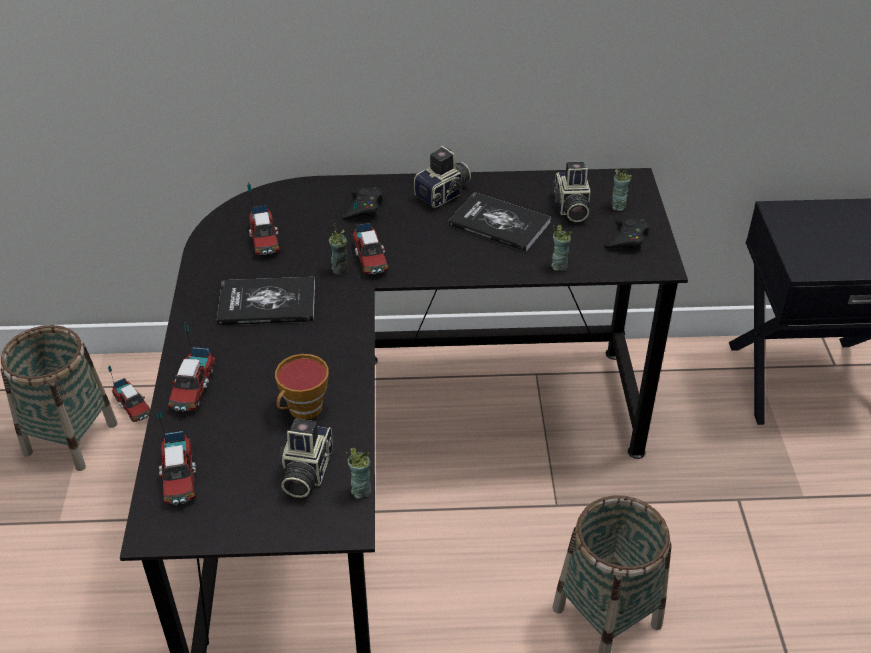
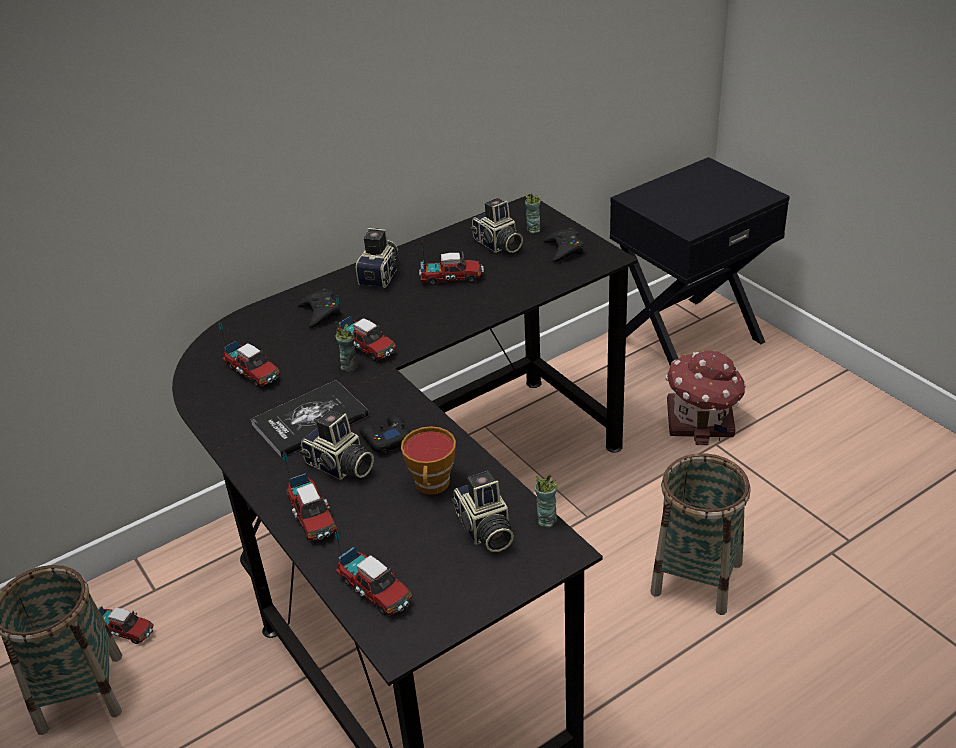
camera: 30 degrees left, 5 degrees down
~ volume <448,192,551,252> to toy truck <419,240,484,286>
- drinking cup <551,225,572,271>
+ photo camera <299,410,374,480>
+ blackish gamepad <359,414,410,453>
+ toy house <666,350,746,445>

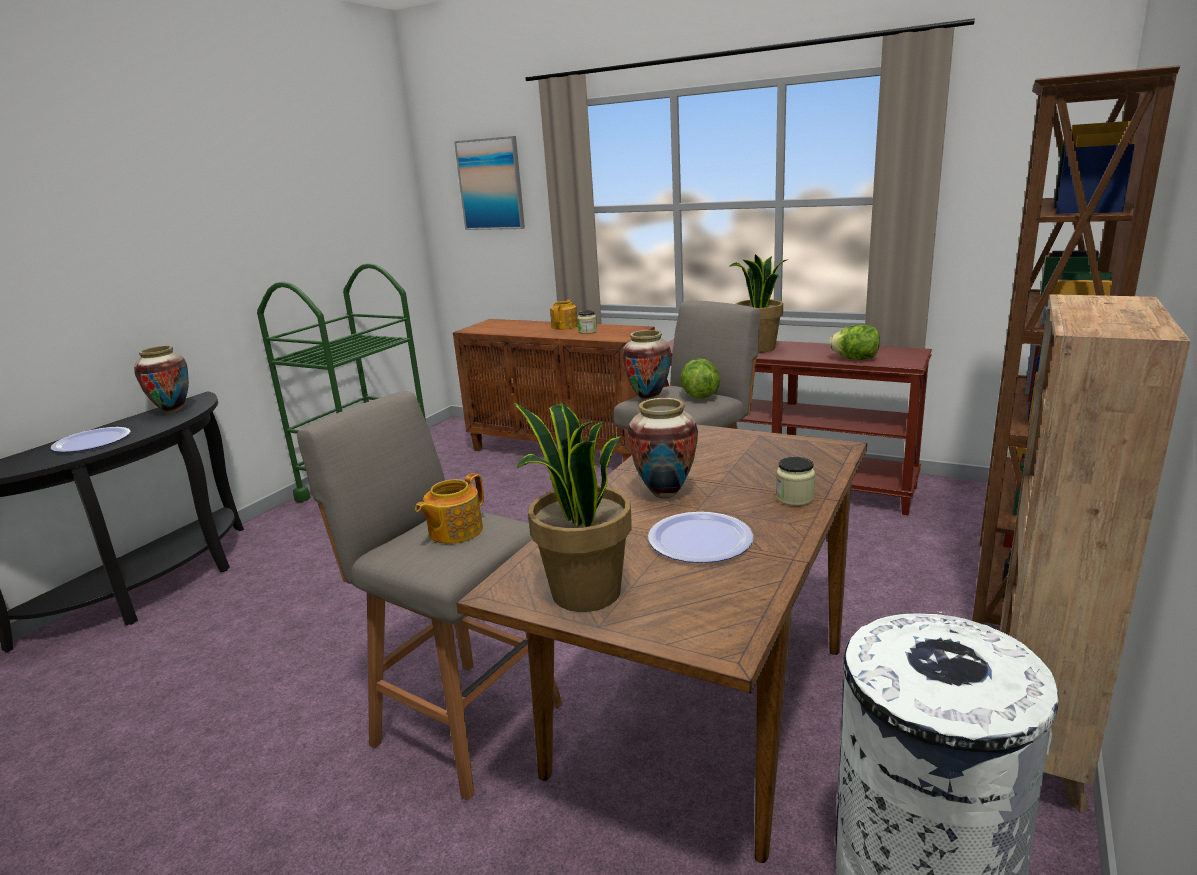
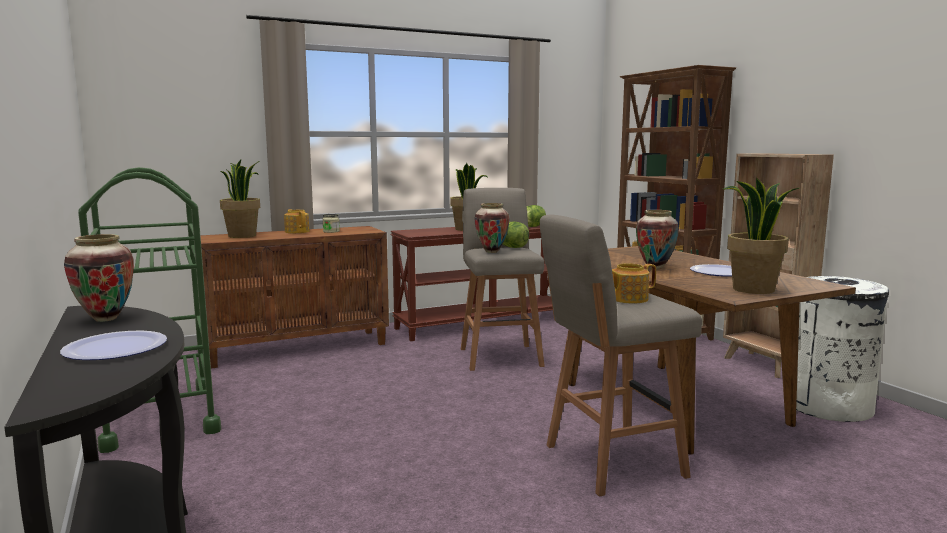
camera: 55 degrees left, 10 degrees down
~ teapot <415,473,484,544> = <612,263,656,304> 90 degrees clockwise
- wall art <454,136,525,230>
- preserve jar <776,457,815,506>
+ houseplant <220,160,260,238>

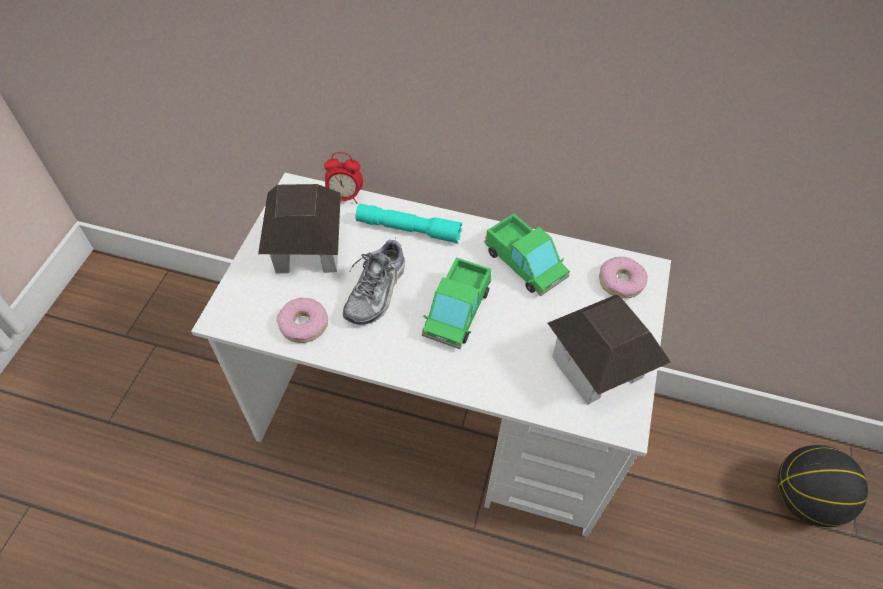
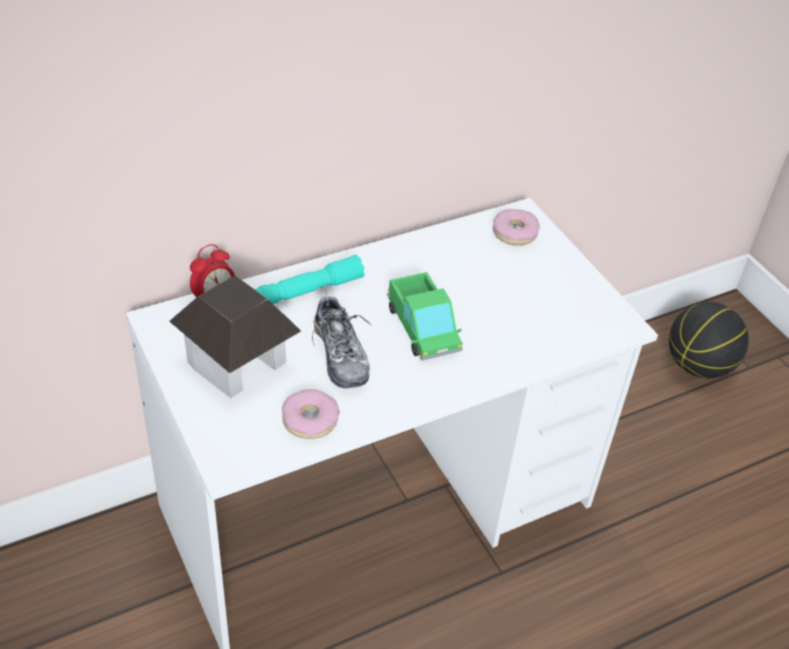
camera: 45 degrees left, 10 degrees down
- toy truck <484,214,570,296>
- toy house <548,294,671,405>

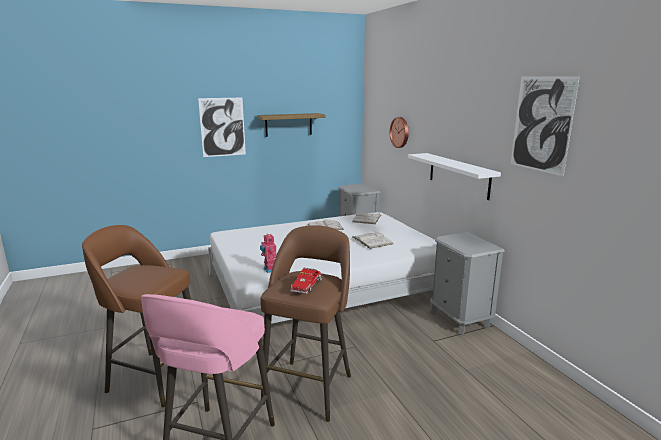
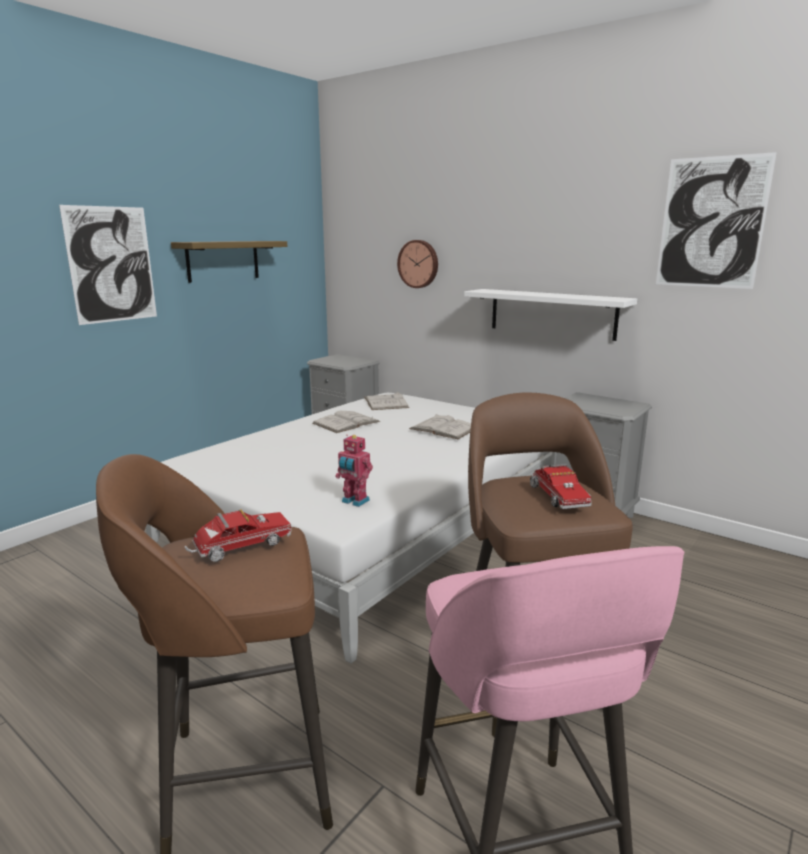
camera: 30 degrees left, 0 degrees up
+ toy truck <184,509,292,562>

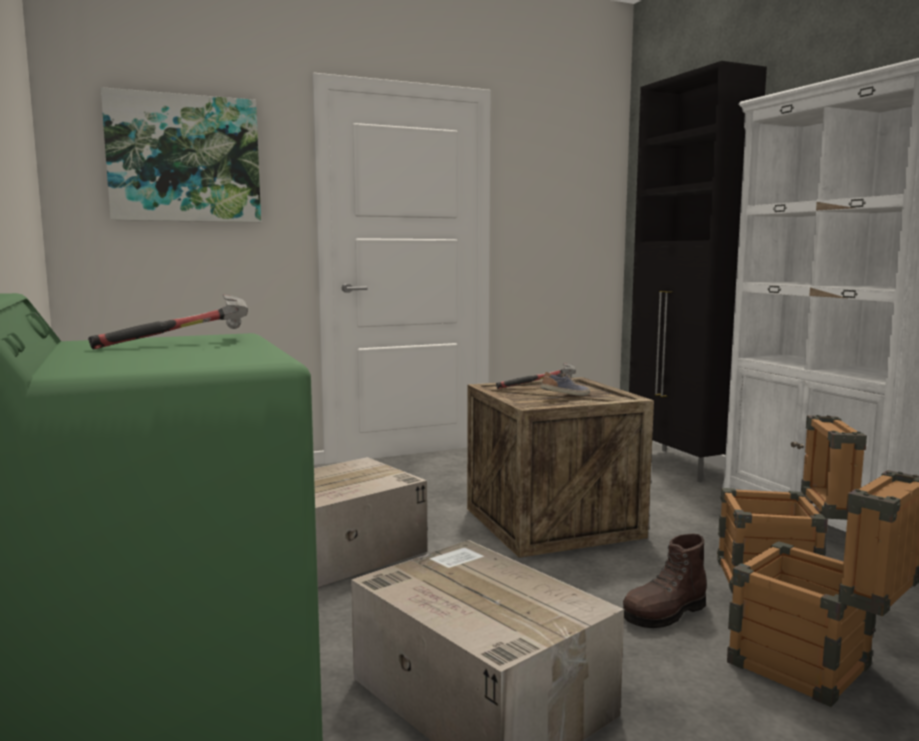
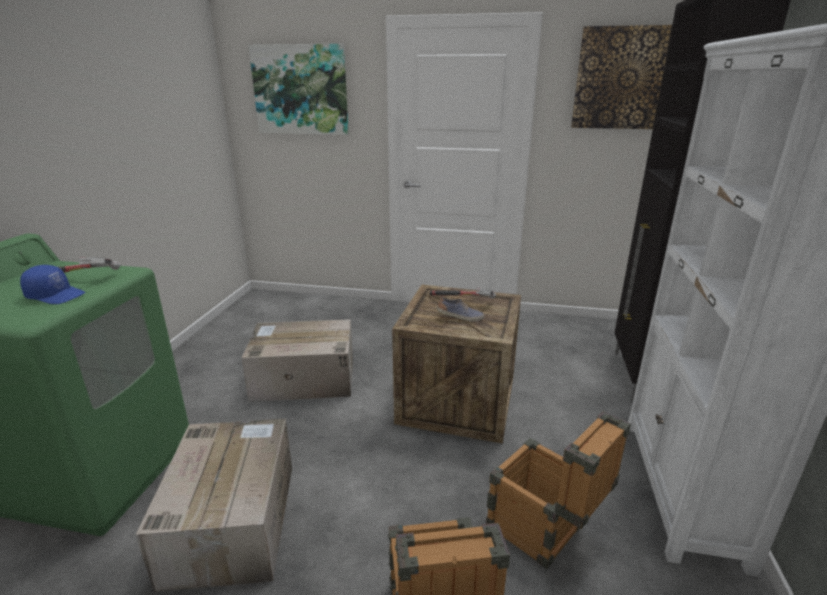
camera: 35 degrees right, 15 degrees up
- brownish high-top boot <623,534,707,628>
+ bluish baseball cap <20,265,85,304>
+ wall art <571,25,672,129>

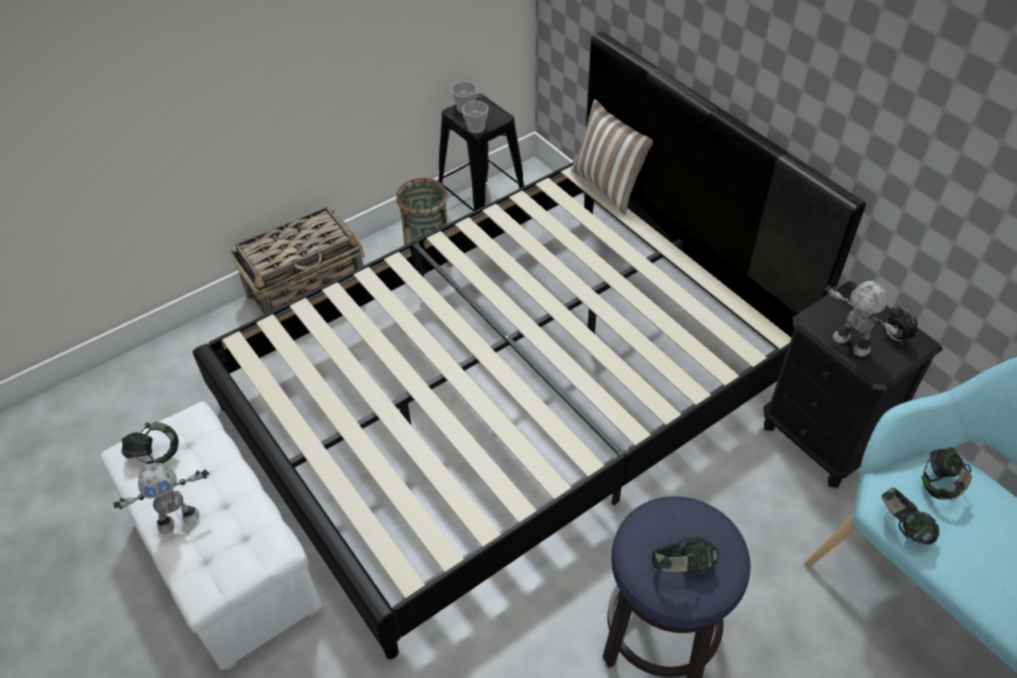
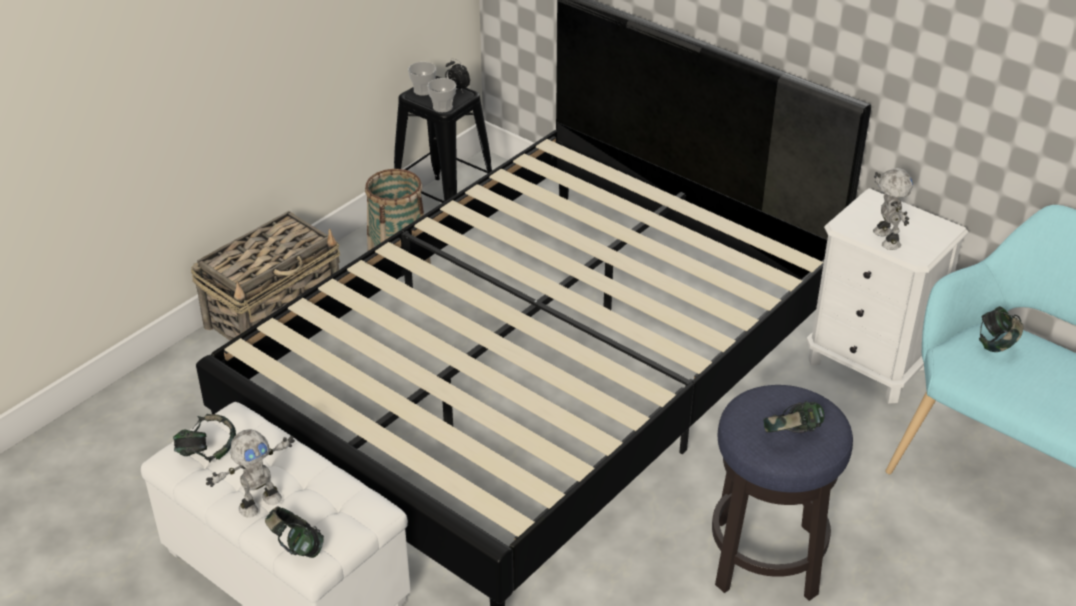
camera: 15 degrees left, 10 degrees down
- throw pillow <571,99,653,215>
~ blackish nightstand <764,281,943,488> to white nightstand <806,188,968,403>
~ robot figure <825,281,903,356> = <873,168,913,250> 45 degrees clockwise
~ headphones <882,488,940,544> to <265,506,324,558>
~ bedside clock <884,306,918,344> to <445,58,470,92>

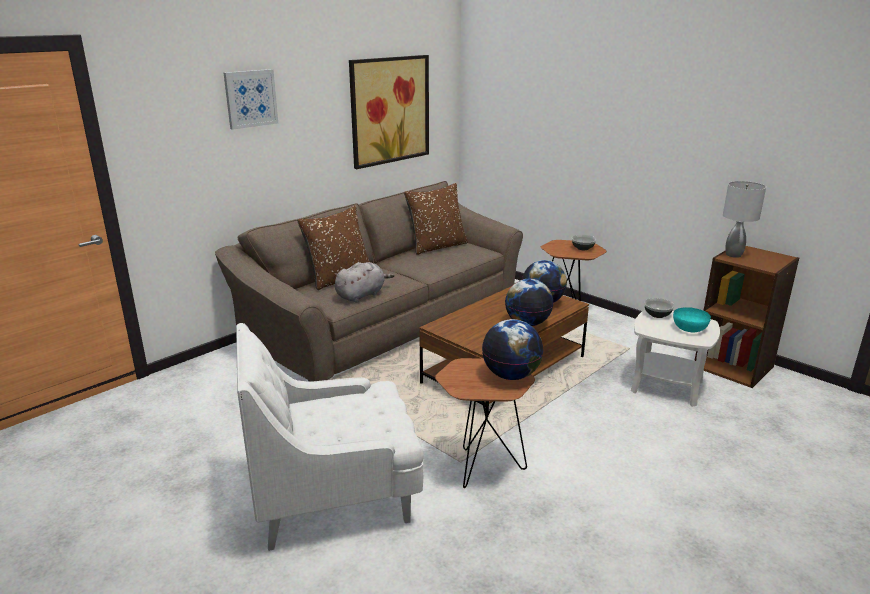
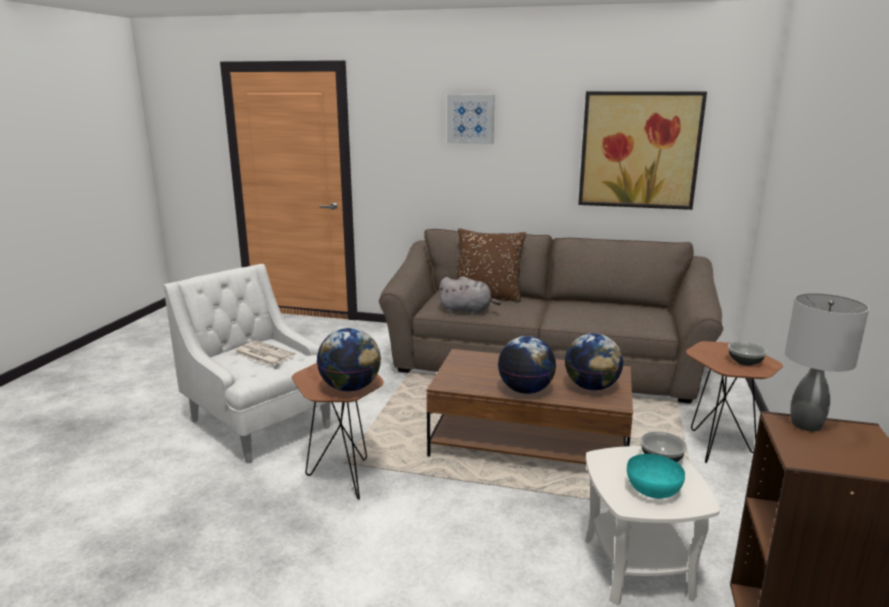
camera: 60 degrees right, 5 degrees down
- brownish throw pillow <404,183,468,255>
+ newspaper <234,341,296,366>

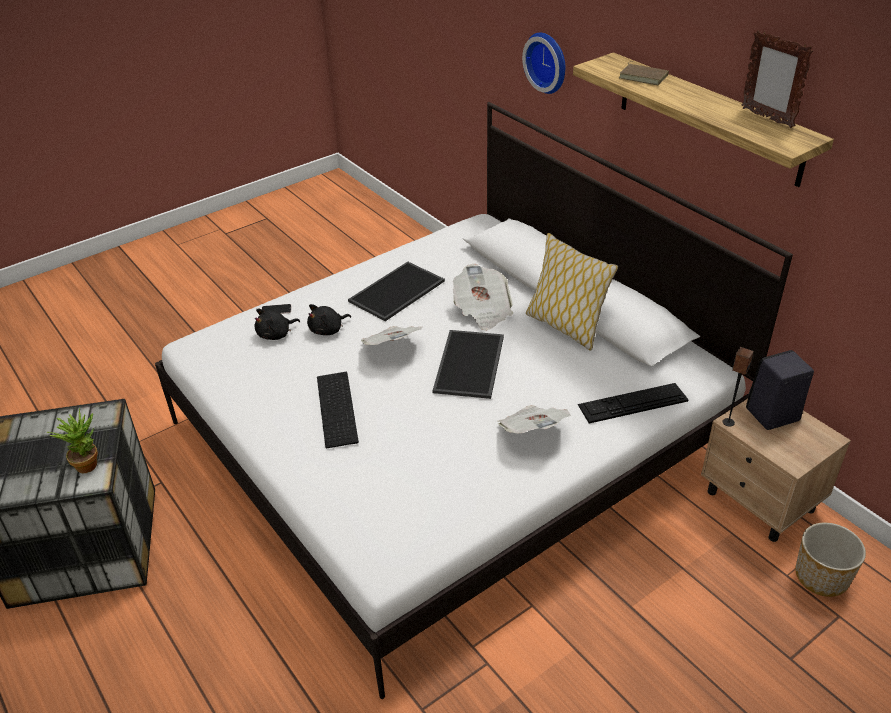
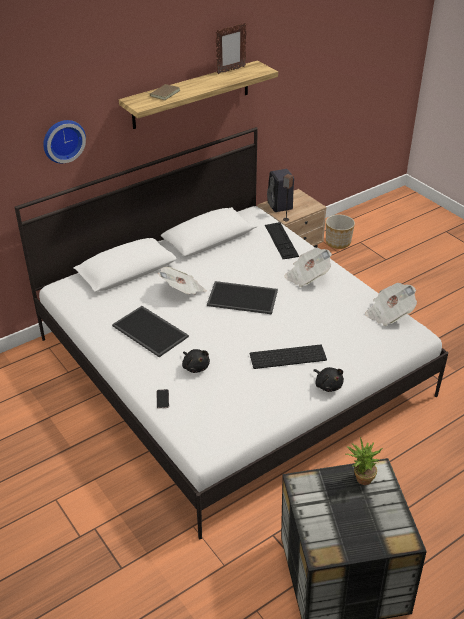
camera: 90 degrees left, 0 degrees up
~ blackish plush toy <255,309,300,340> to <313,367,344,392>
~ newspaper <361,326,422,345> to <365,283,417,326>
- throw pillow <526,233,618,351>

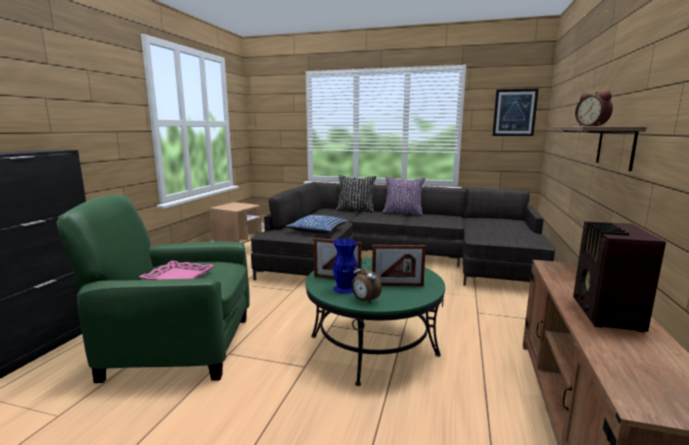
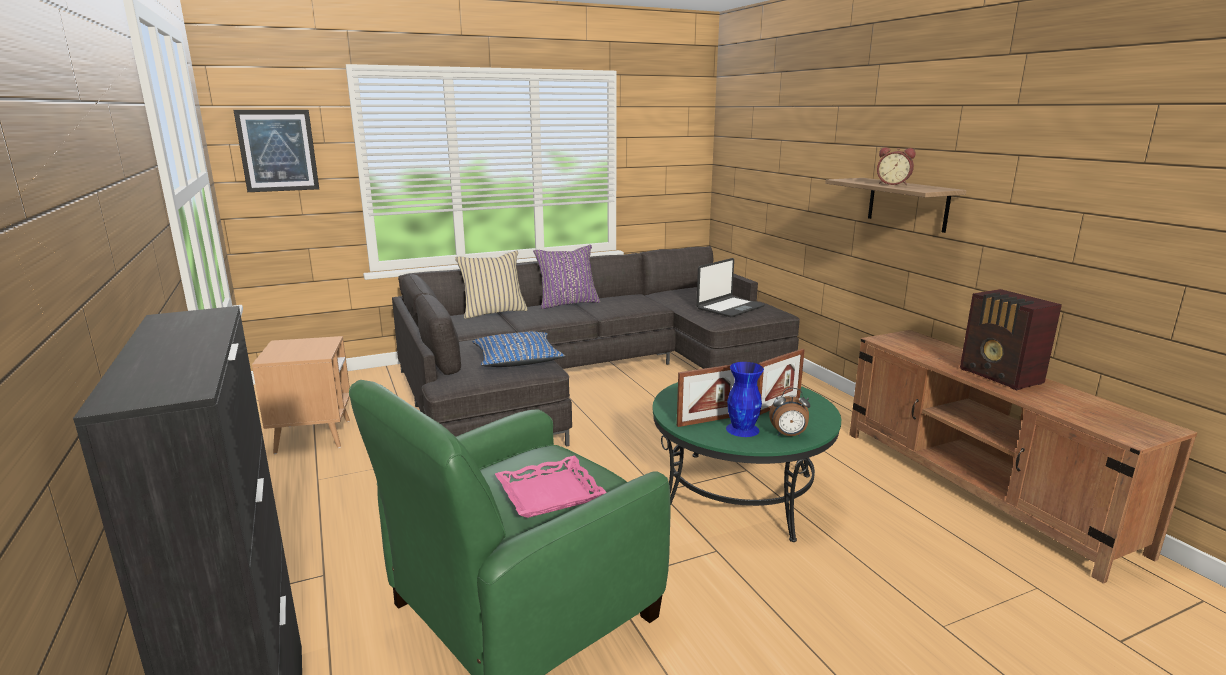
camera: 40 degrees left, 5 degrees up
~ blackish throw pillow <336,175,376,213> to beige throw pillow <455,251,528,319>
~ wall art <492,88,539,136> to <234,110,319,192>
+ laptop <696,258,765,317>

